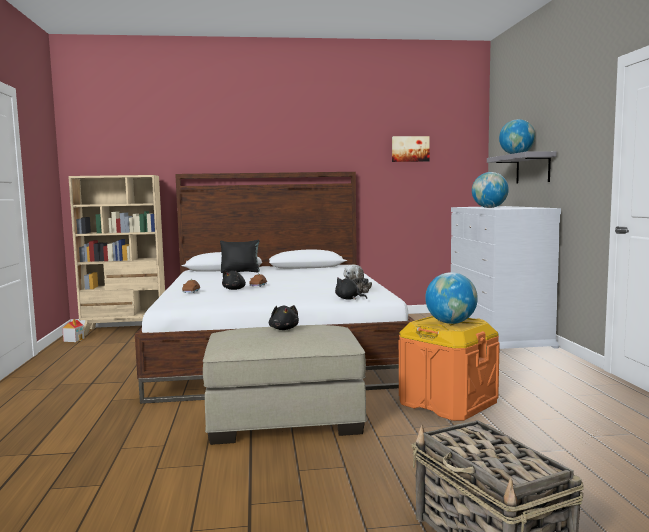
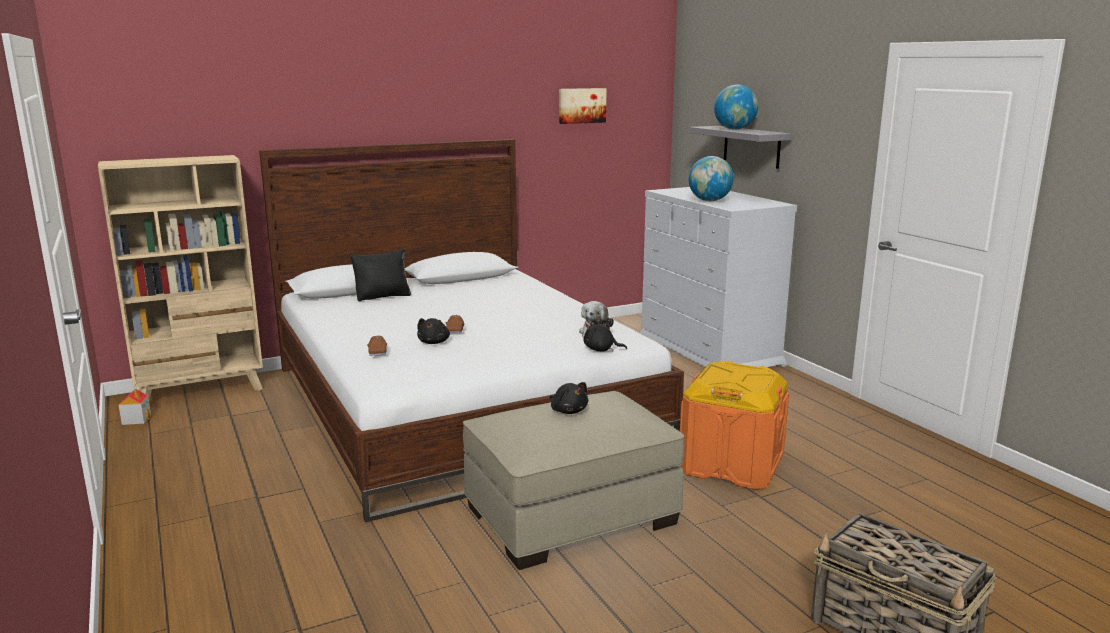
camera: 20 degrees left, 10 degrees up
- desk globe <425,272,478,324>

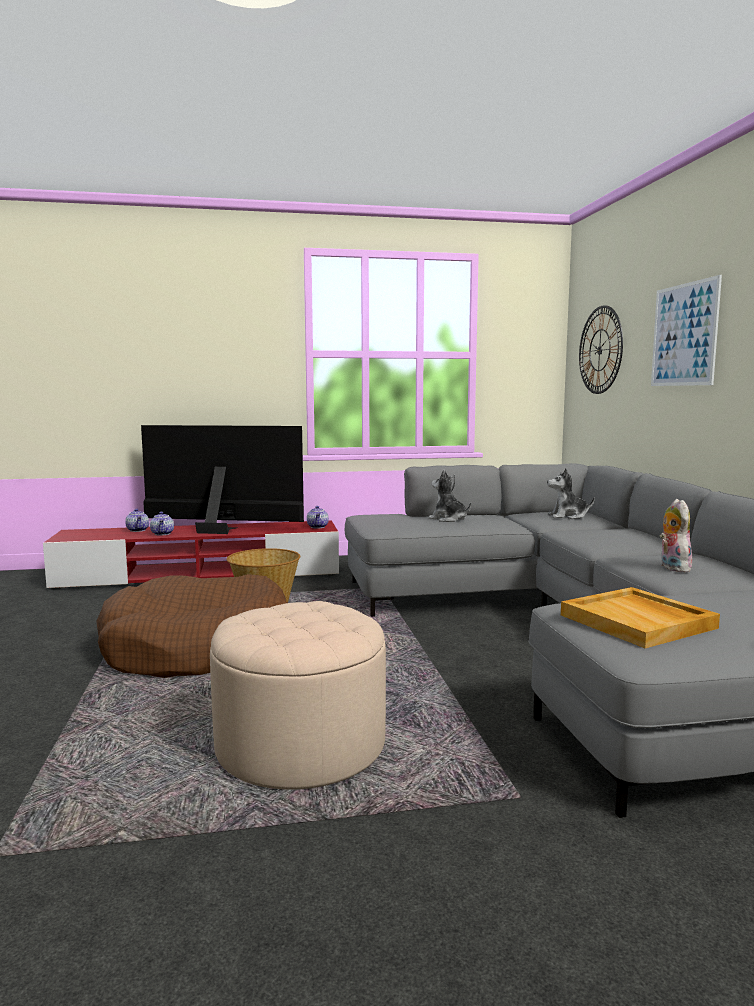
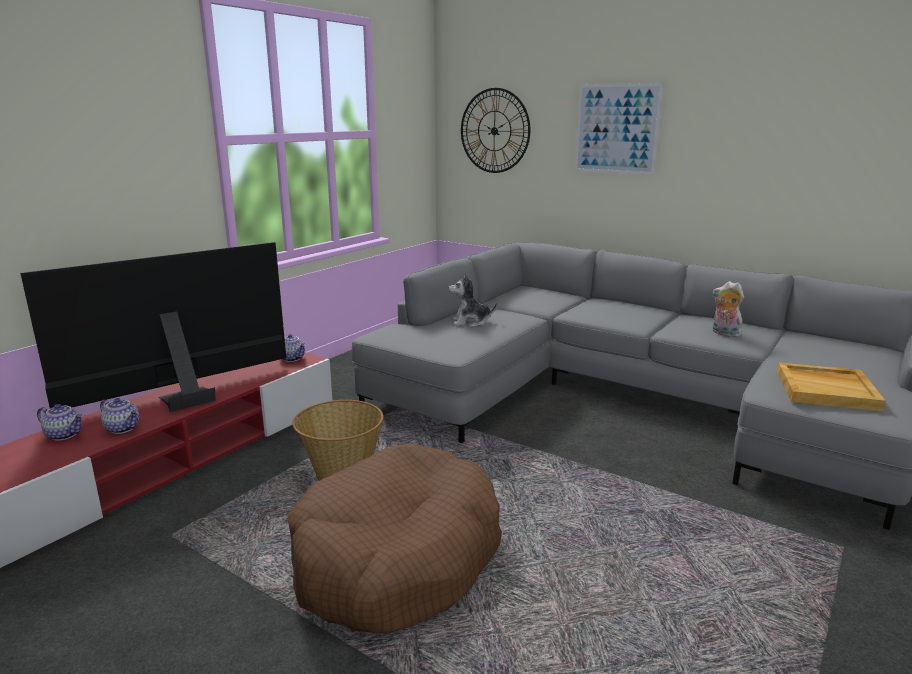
camera: 45 degrees left, 10 degrees up
- beige ottoman <210,601,386,790>
- plush toy <547,468,595,519>

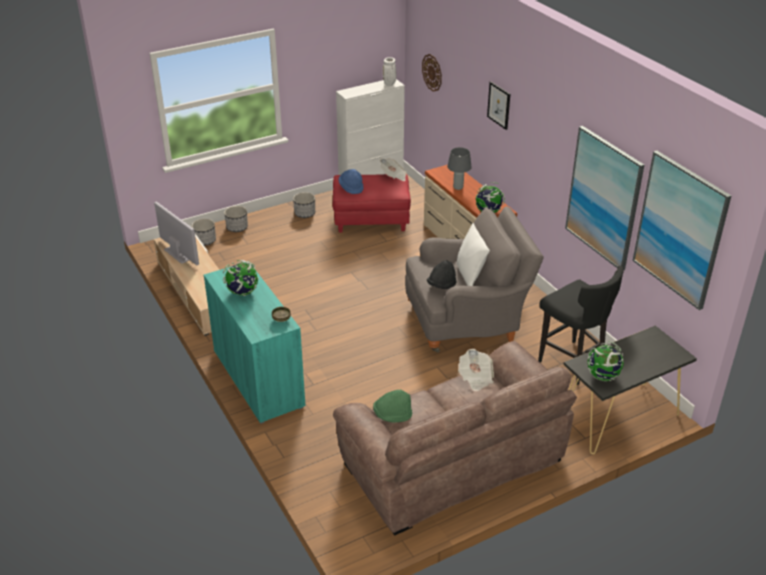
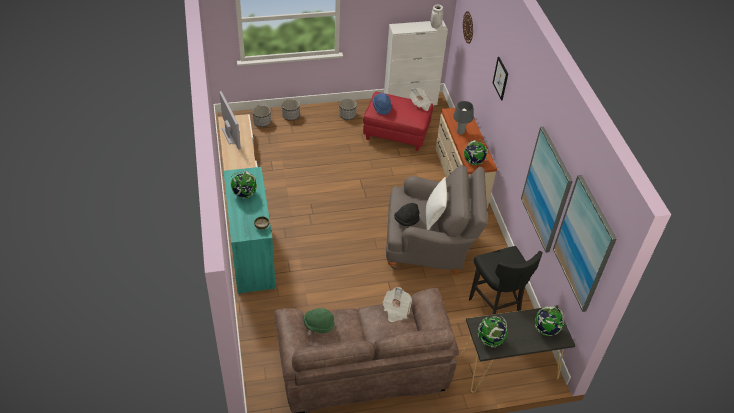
camera: 15 degrees right, 10 degrees up
+ desk globe <535,306,564,336>

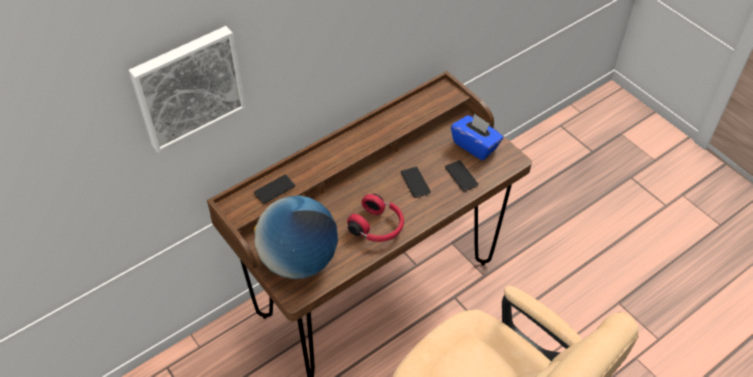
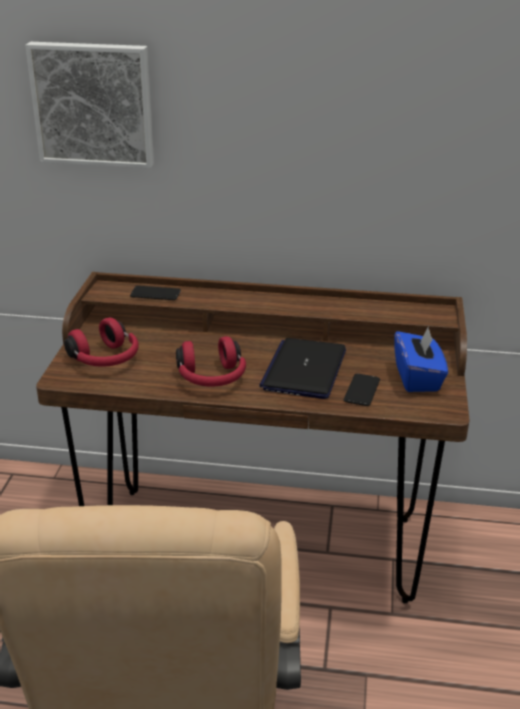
camera: 45 degrees right, 20 degrees down
~ desk globe <254,196,338,279> to red headphones <64,317,139,367>
~ telephone <401,167,431,198> to laptop <259,338,346,399>

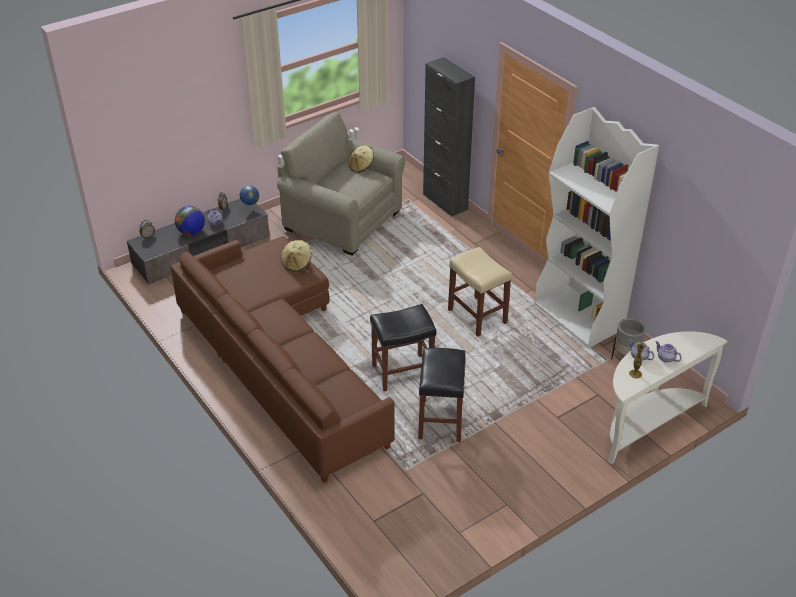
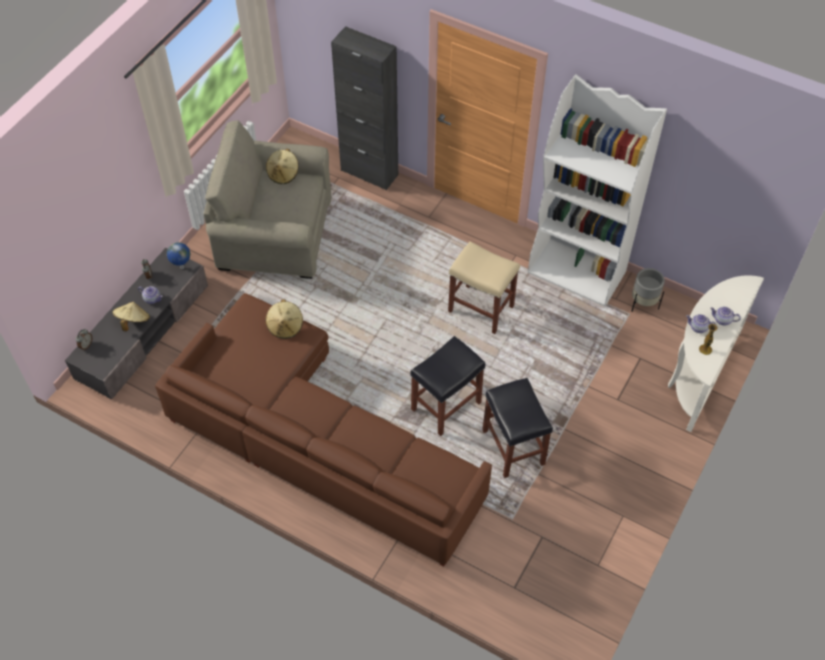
camera: 25 degrees left, 15 degrees up
~ desk globe <175,206,205,235> to beige clothing hat <112,302,150,331>

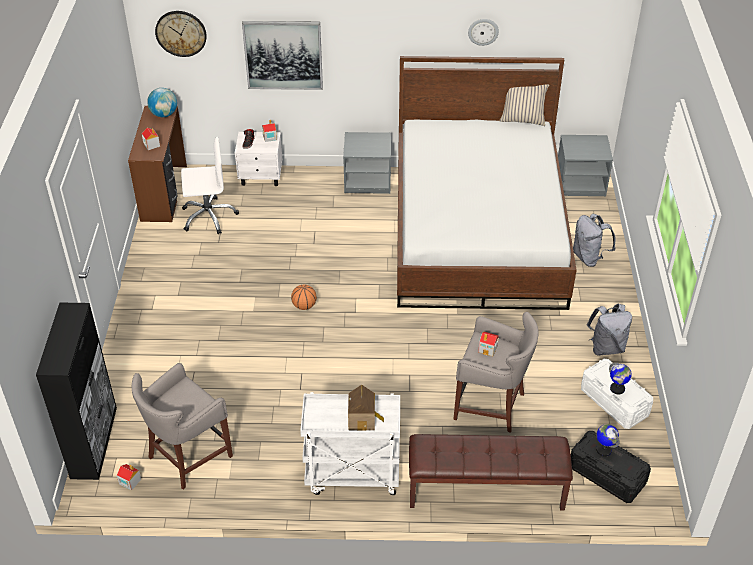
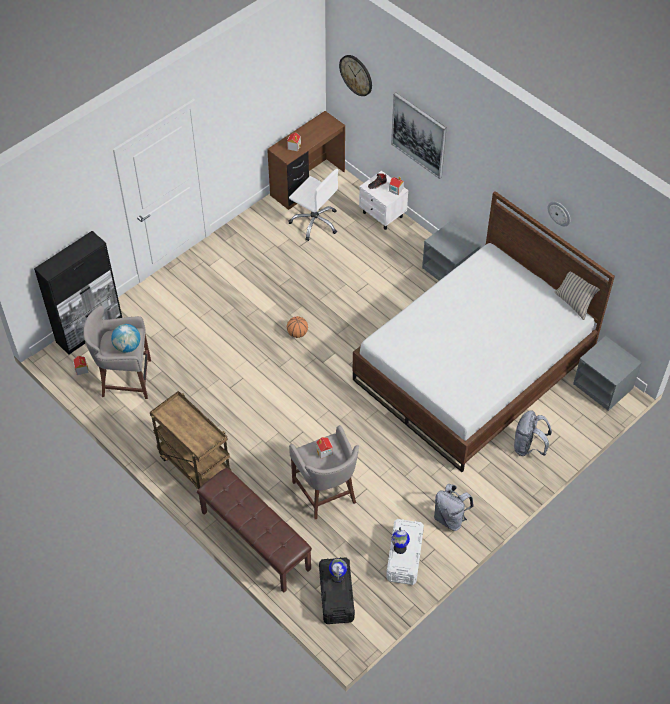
camera: 45 degrees right, 10 degrees up
~ desk globe <147,88,177,117> to <111,324,140,353>
~ white trolley <300,392,400,495> to brownish trolley <150,391,232,490>
- toy house <348,385,384,431>

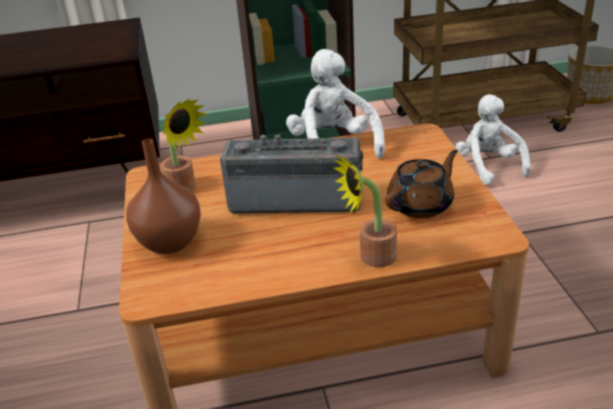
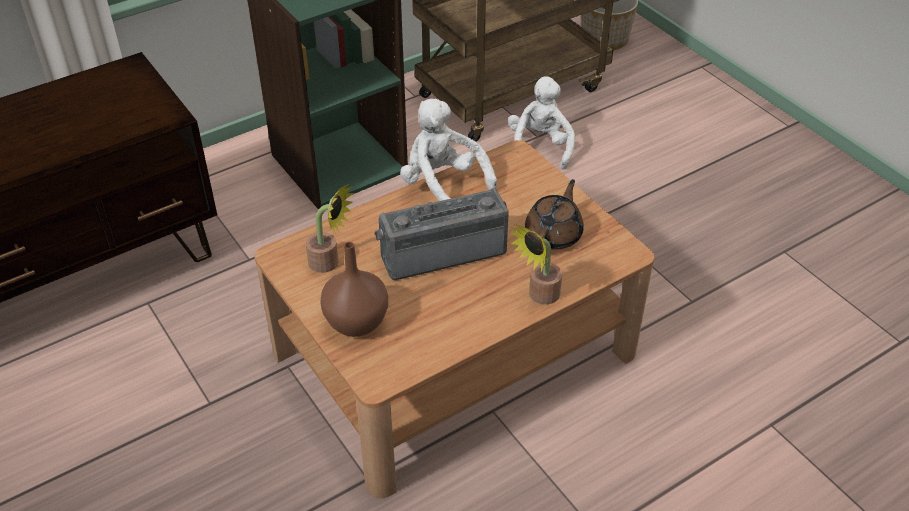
camera: 25 degrees left, 10 degrees up
~ white plush toy <455,94,531,185> = <508,76,575,170> 45 degrees clockwise

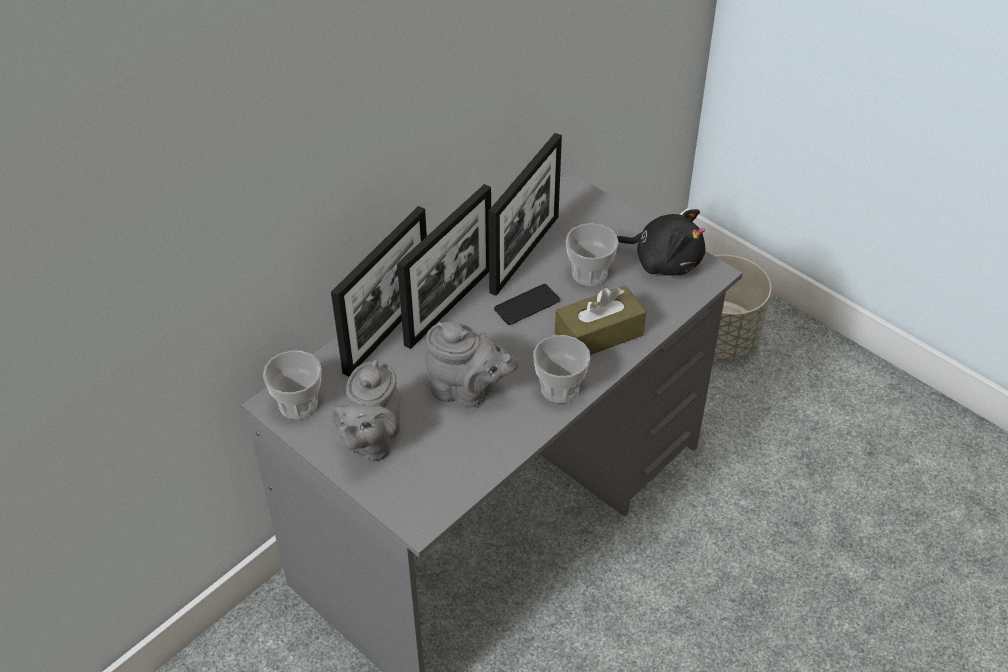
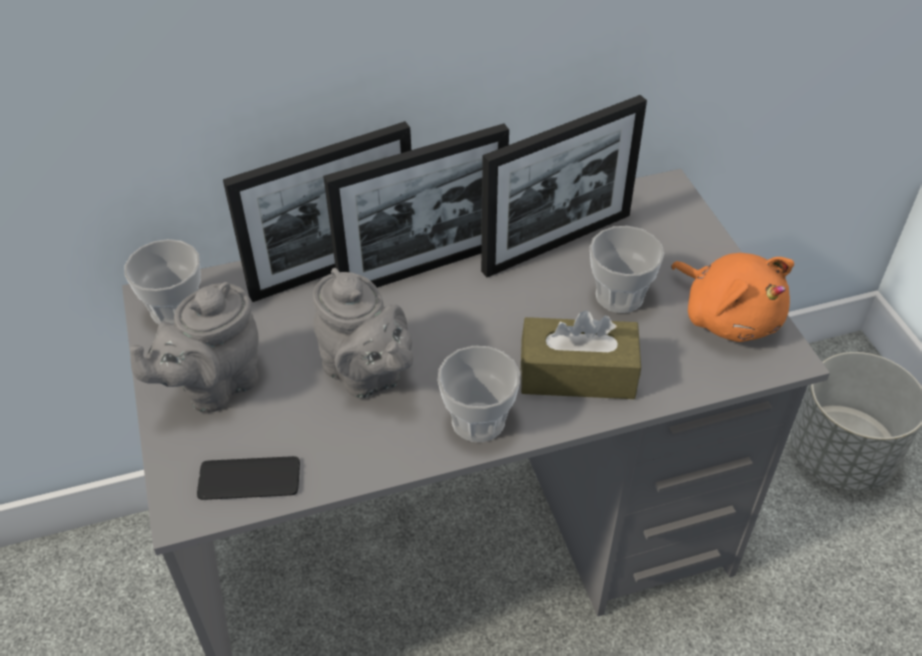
camera: 30 degrees right, 0 degrees up
~ telephone <494,284,560,325> to <197,456,300,500>
~ blackish plush toy <617,209,705,275> to orange plush toy <671,253,794,342>

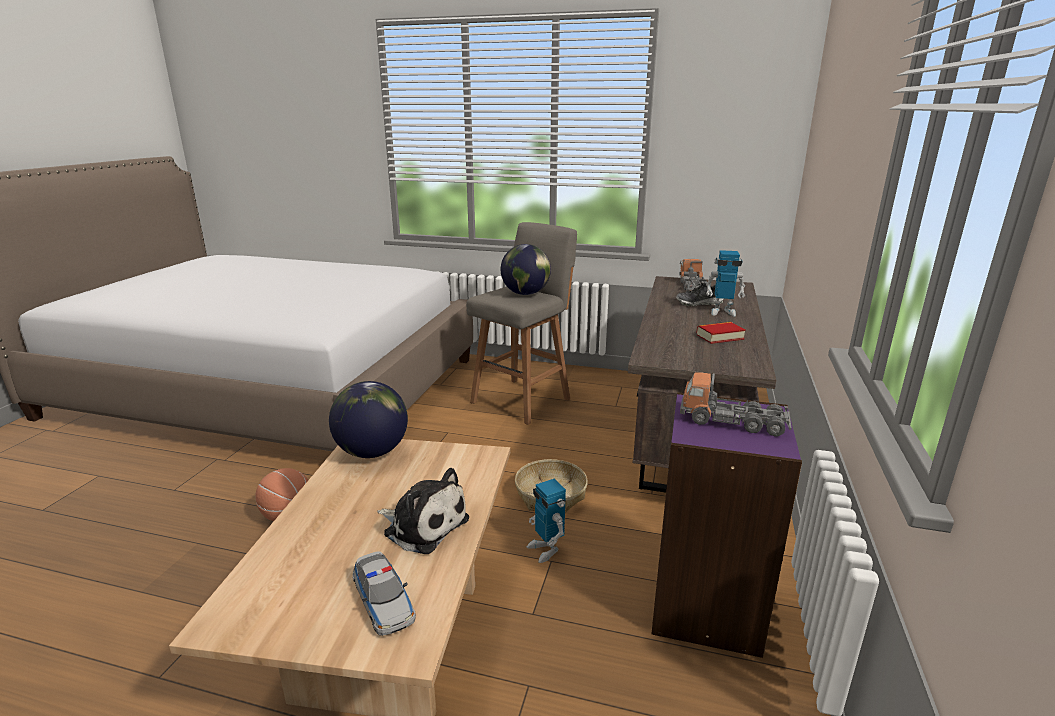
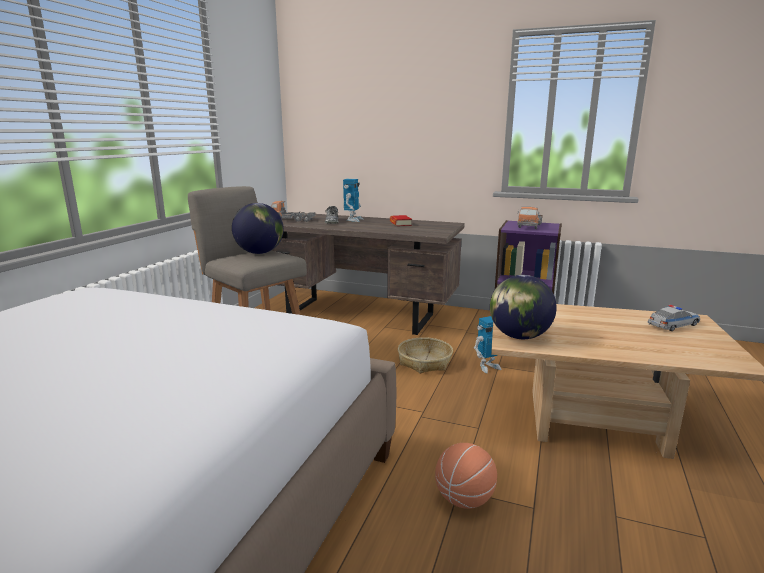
camera: 85 degrees left, 5 degrees down
- plush toy <377,468,469,554>

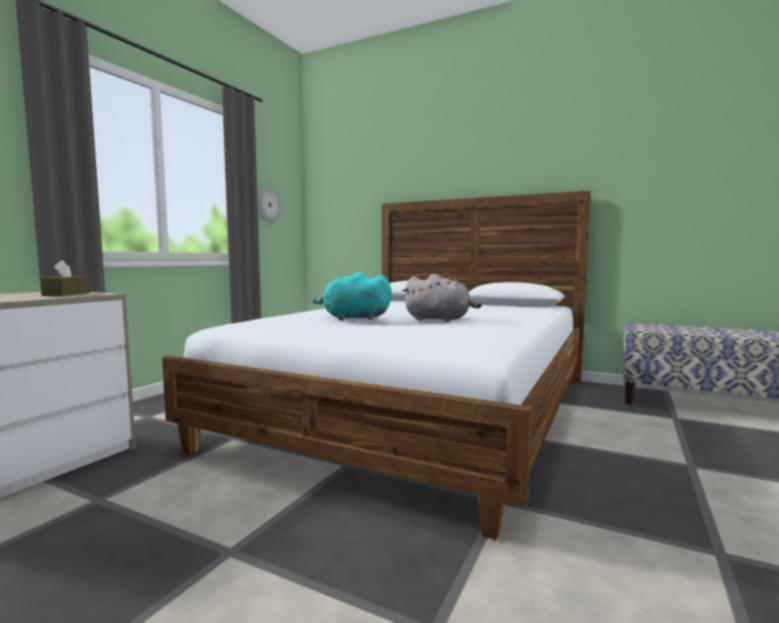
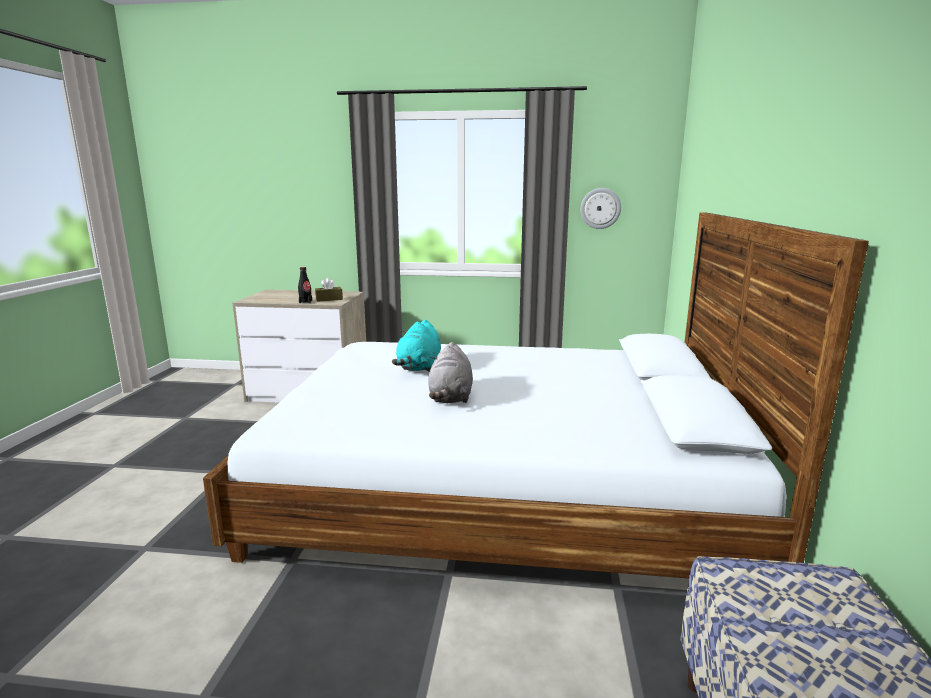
camera: 70 degrees right, 10 degrees up
~ turquoise-coloured plush toy <312,272,392,320> = <392,320,441,372> 150 degrees counterclockwise
+ blackish drink bottle <298,267,312,303>

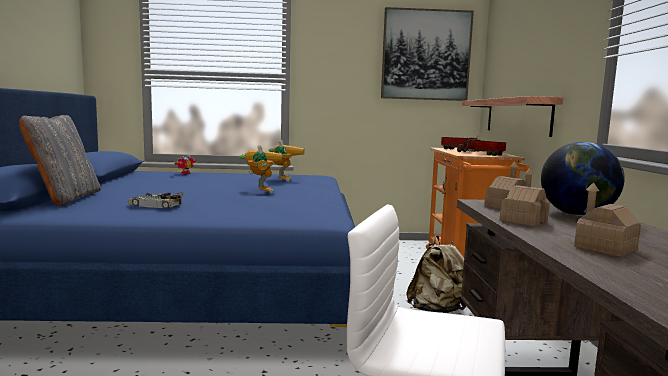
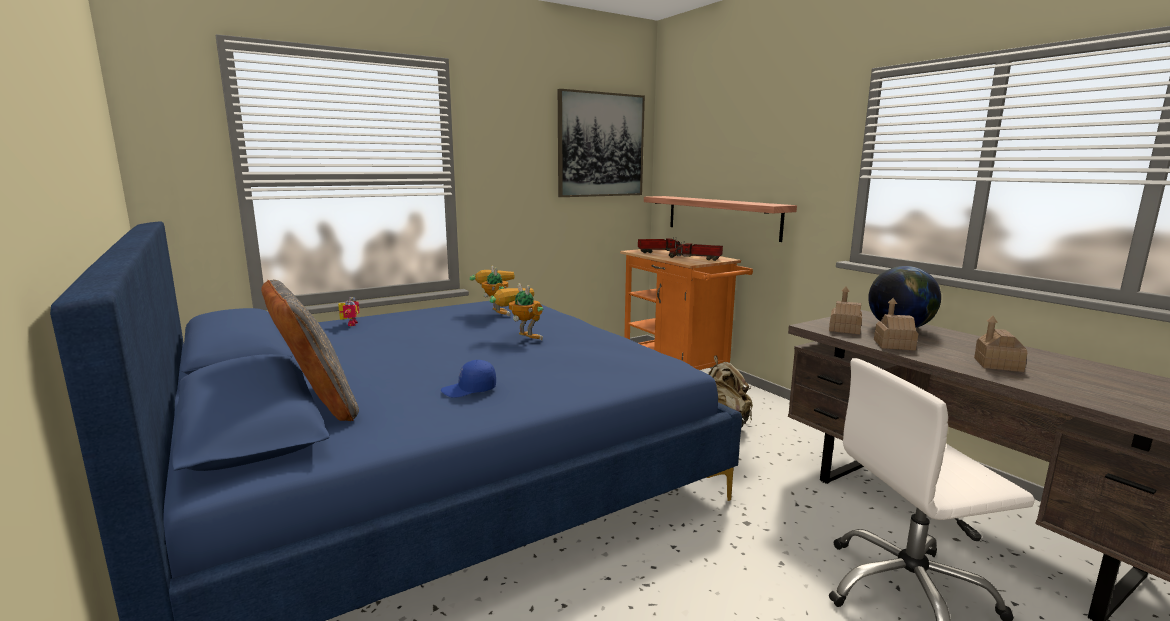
camera: 30 degrees left, 5 degrees up
~ miniature car <127,192,183,209> to bluish baseball cap <441,360,496,398>

